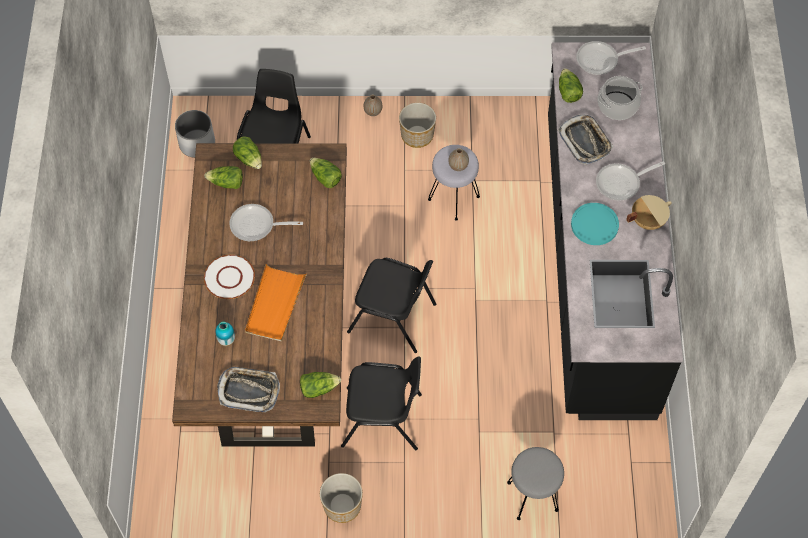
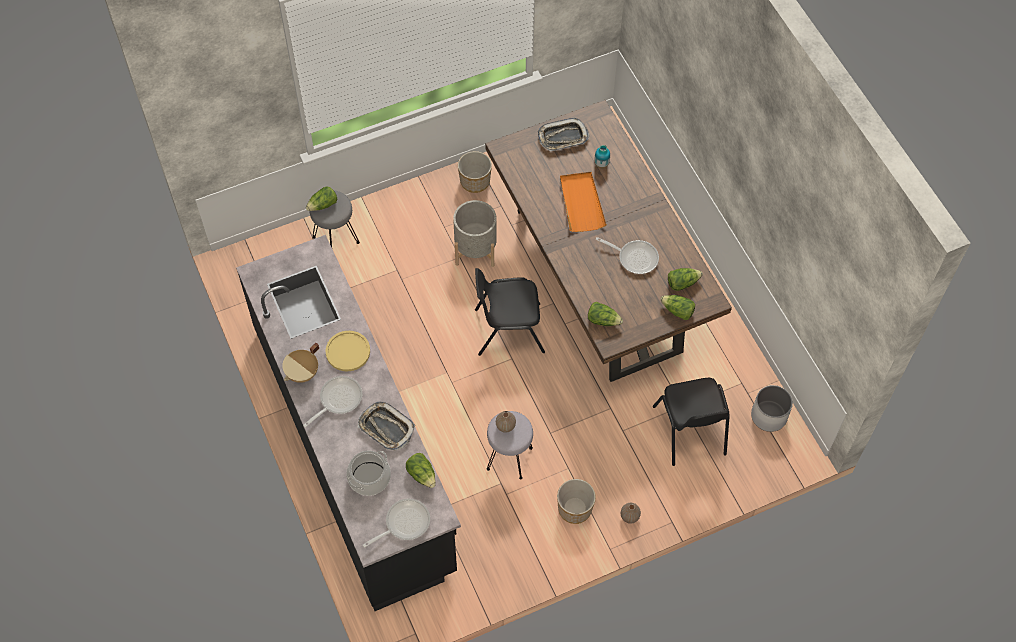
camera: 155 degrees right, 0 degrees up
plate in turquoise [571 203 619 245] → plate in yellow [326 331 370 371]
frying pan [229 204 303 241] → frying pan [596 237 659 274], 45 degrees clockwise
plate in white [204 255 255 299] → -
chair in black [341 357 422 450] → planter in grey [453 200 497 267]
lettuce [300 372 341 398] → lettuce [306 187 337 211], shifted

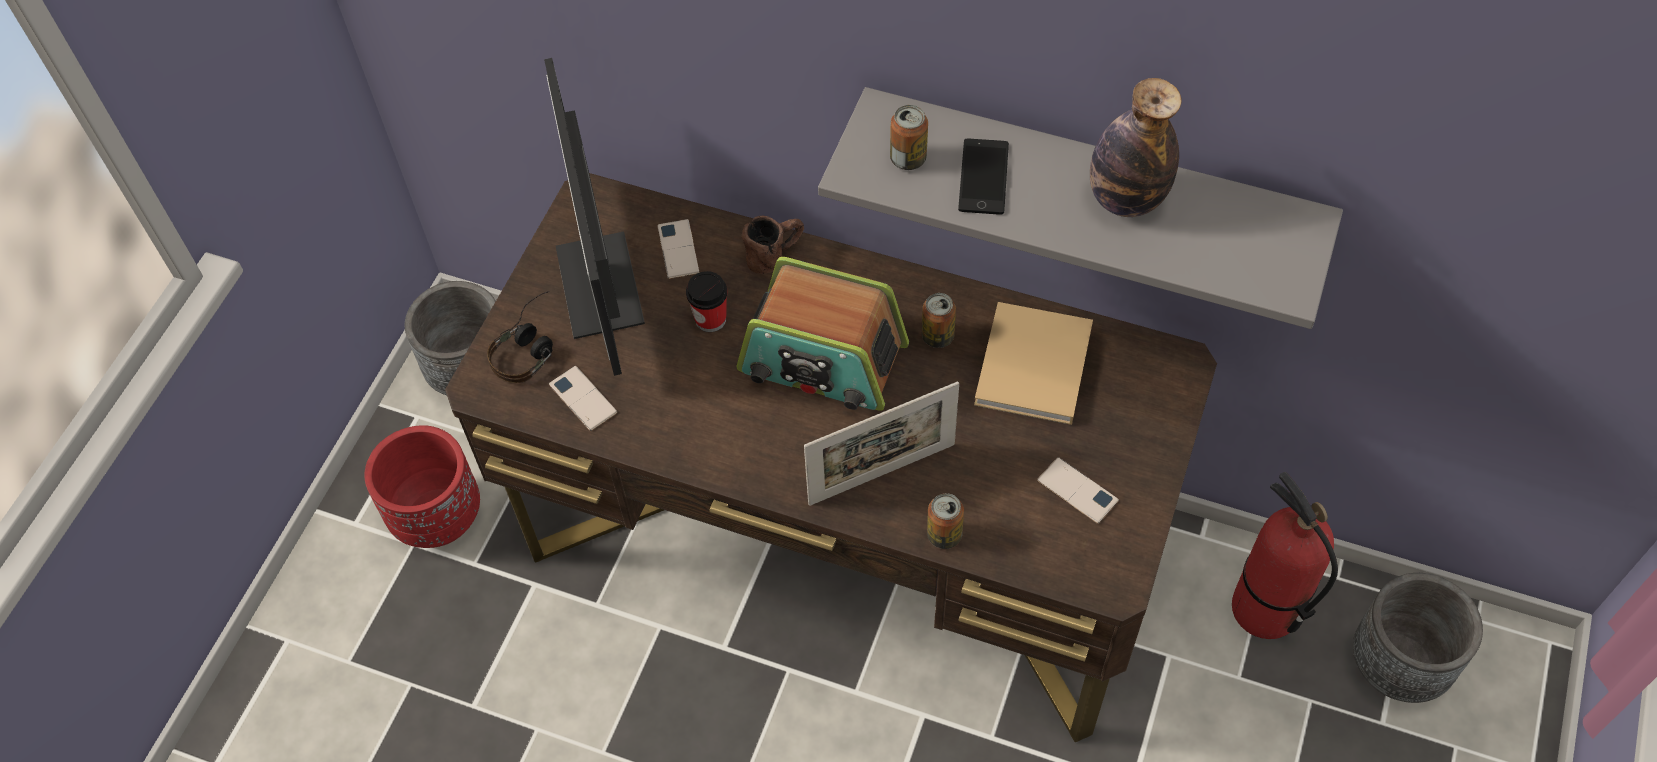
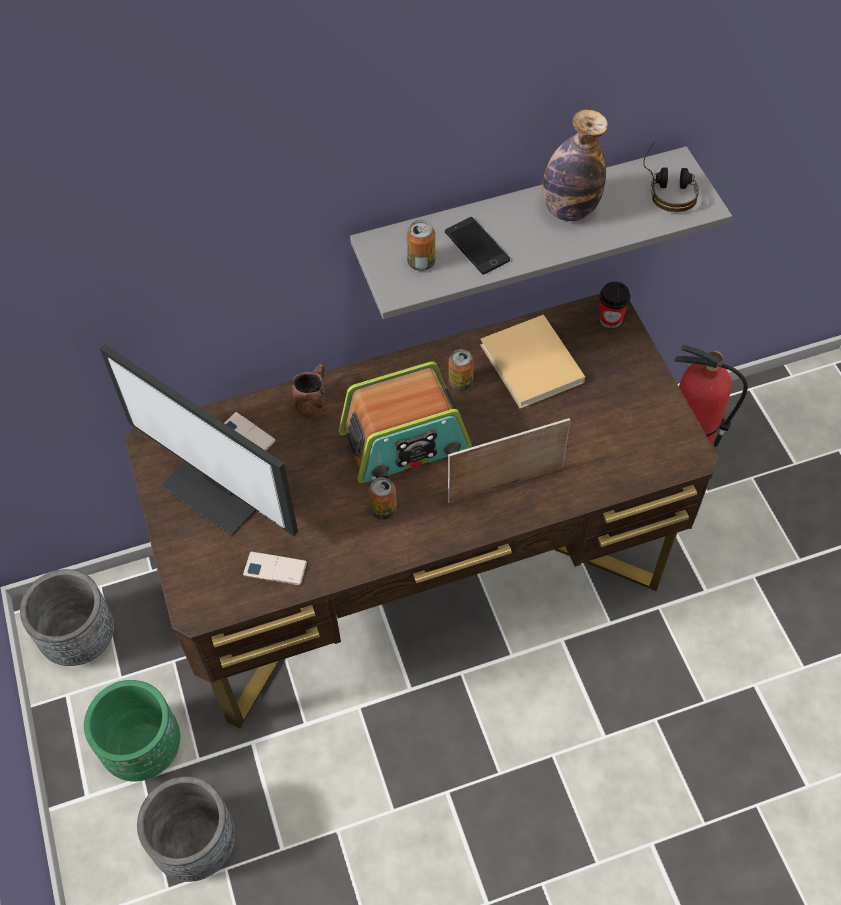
camera: 40 degrees left, 0 degrees up
cup [686 271 727 332] → cup [599 282 630 328], shifted
headphones [487 291 553 383] → headphones [643 141 699 212], shifted
picture frame [804 381 959 506] → picture frame [448 418 570 503], 135 degrees counterclockwise
planter in red [365 425 480 548] → planter in green [84 680 180 781]
phone [1037 457 1119 524] → -
can [927 493 964 549] → can [369 477 397 520], shifted
planter in grey [1353 573 1483 703] → planter in grey [137 776 235 882], shifted

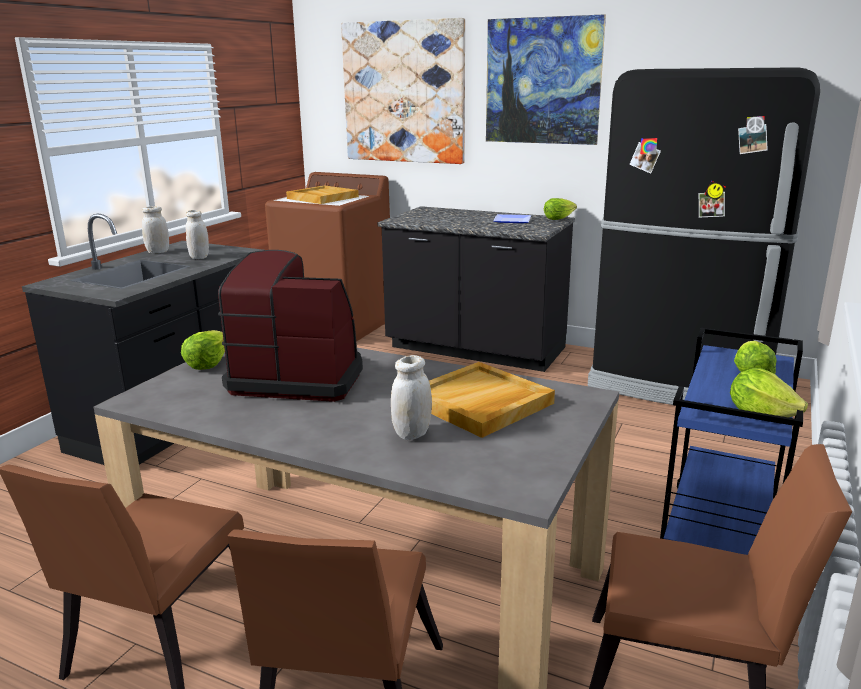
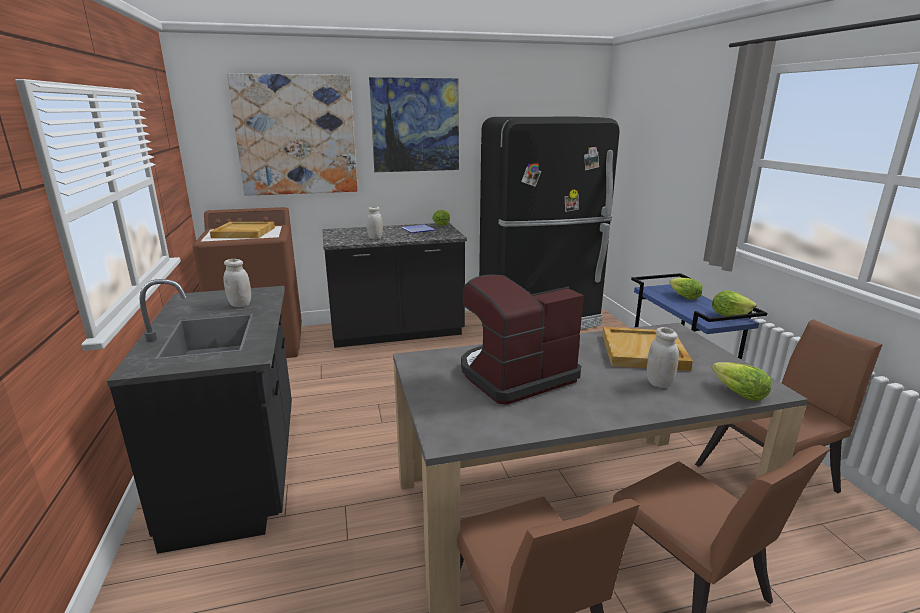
camera: 40 degrees left, 0 degrees up
jar in white [142 206 169 253] → jar in white [367 206 383 239], shifted
lettuce [181 330 225 370] → lettuce [712 362 771 401], shifted

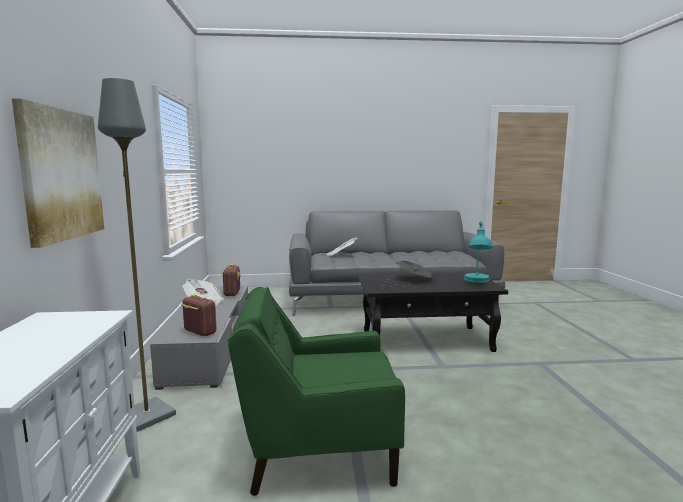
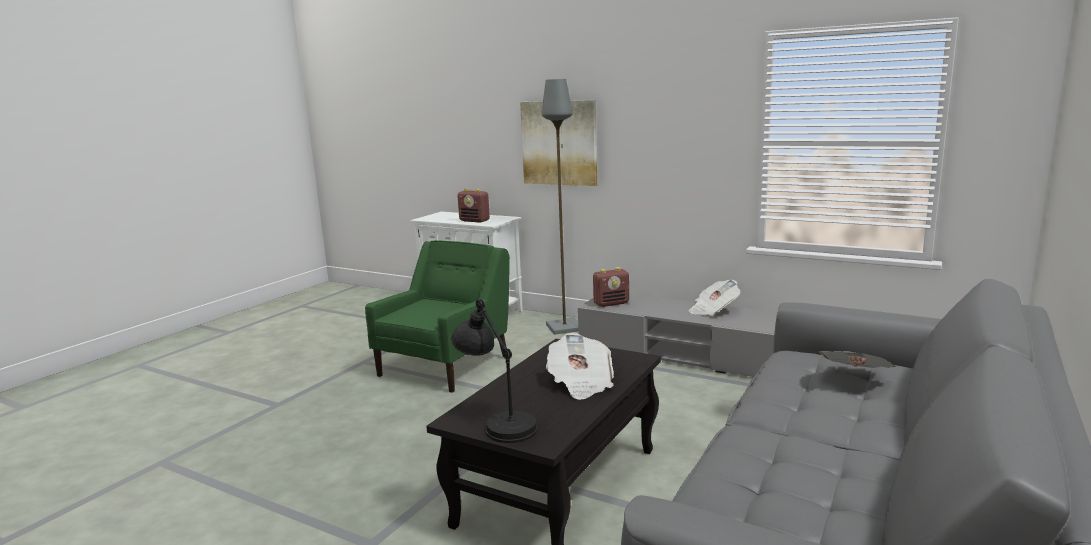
camera: 125 degrees right, 5 degrees up
table lamp in turquoise [464 221 493 283] → table lamp in black [451 299 538 443]
radio [221 264 241 296] → radio [457 188 490 223], shifted

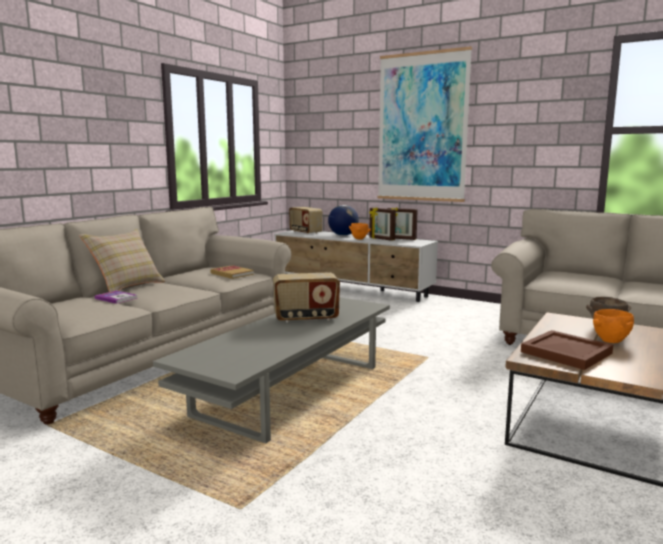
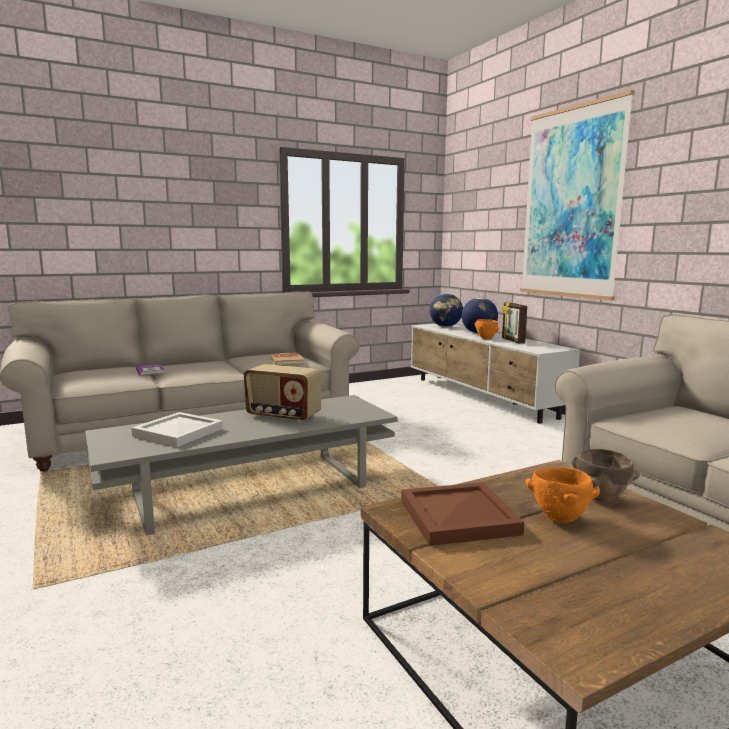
camera: 30 degrees right, 0 degrees up
radio [289 207 322 234] → globe [430 294 463 327]
picture frame [387 208 418 240] → -
pillow in beige [79 229 166 292] → -
- → tray in white [132 412 223 447]

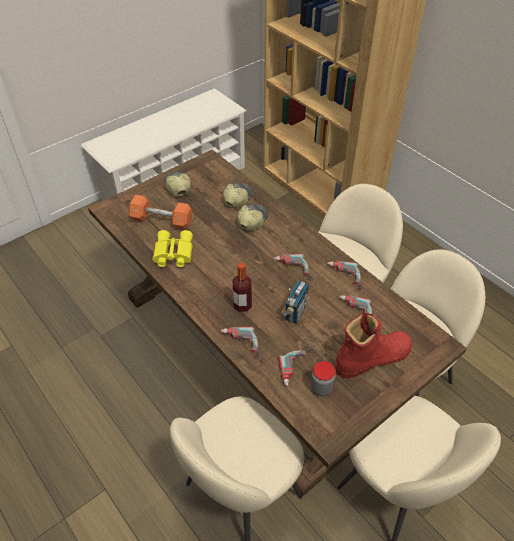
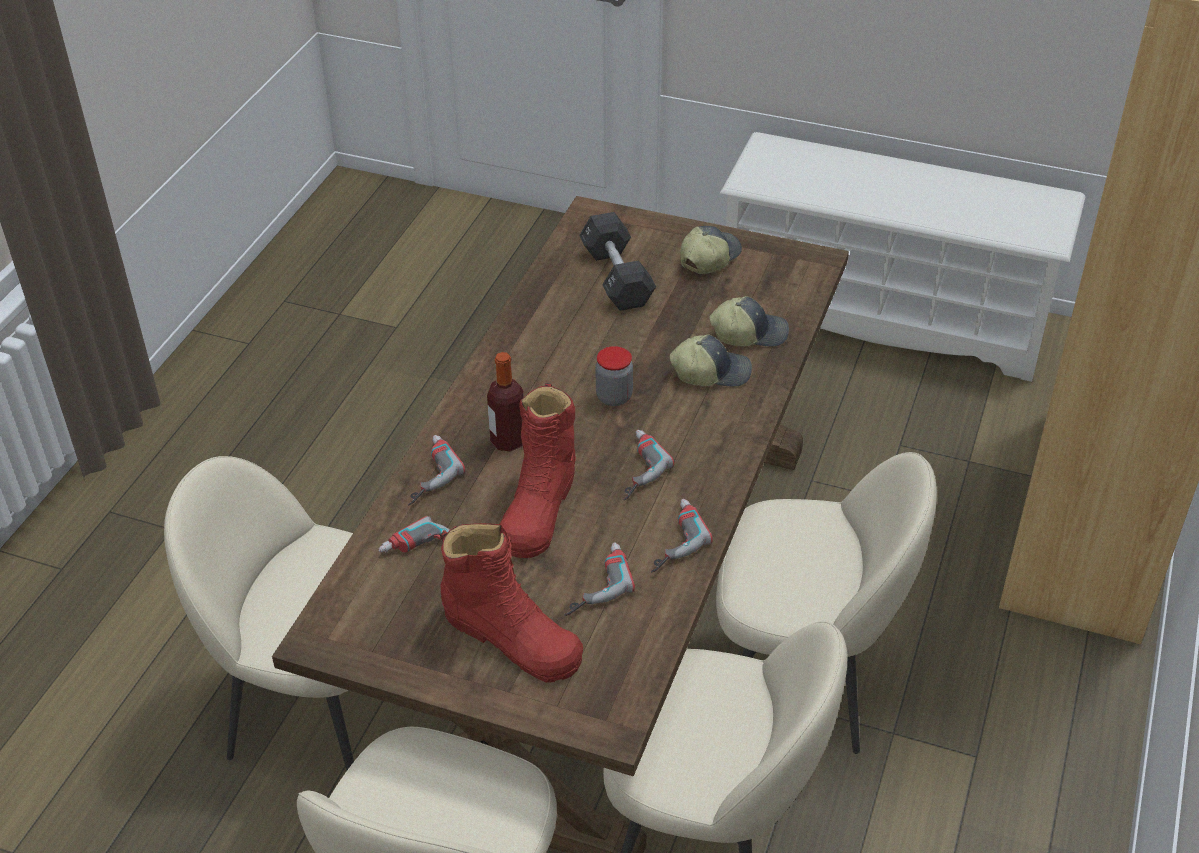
camera: 60 degrees right, 5 degrees down
dumbbell in orange [129 195 193 230] → dumbbell in black [579 212 656 311]
binoculars in yellow [152 230 193 267] → -
radio [281 281 309 324] → boot in red [499 383 576 558]
jar [310 361 336 396] → jar [595 346 633 406], shifted

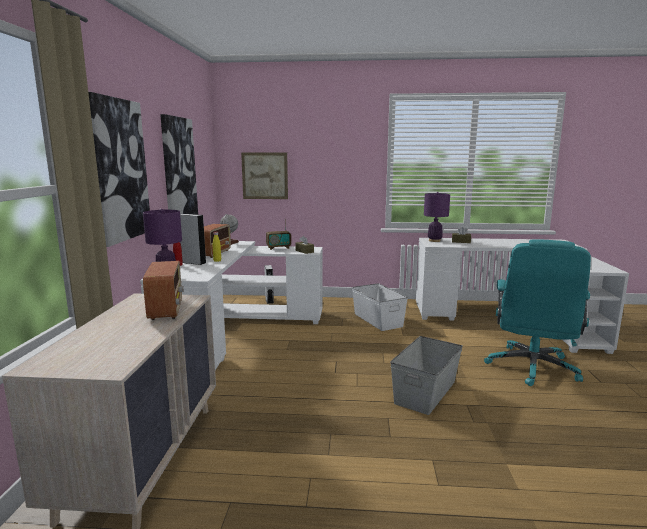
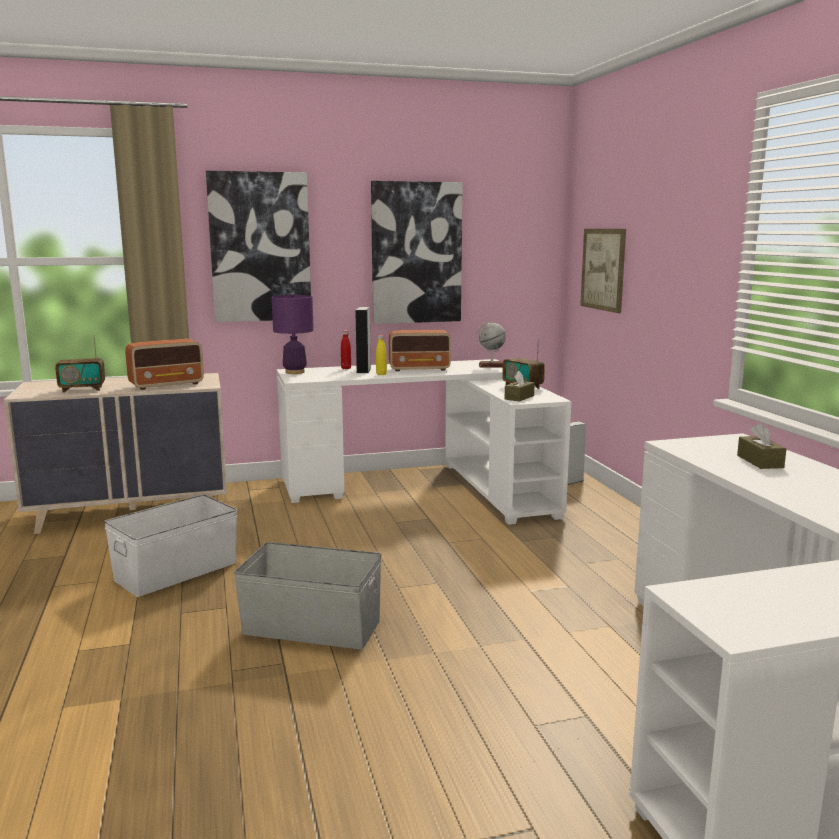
camera: 70 degrees right, 0 degrees up
table lamp in purple [424 192 450 242] → -
office chair in turquoise [484 239 591 386] → -
storage box in white [352 283 408 331] → storage box in white [104 494 238 597], shifted
- → radio [55 335 105 393]

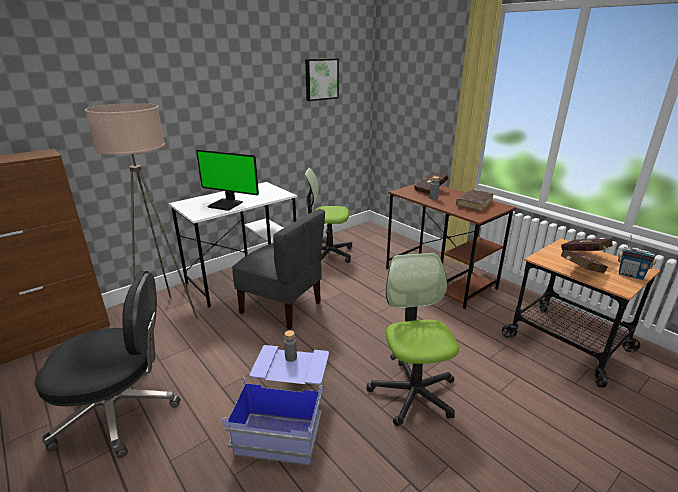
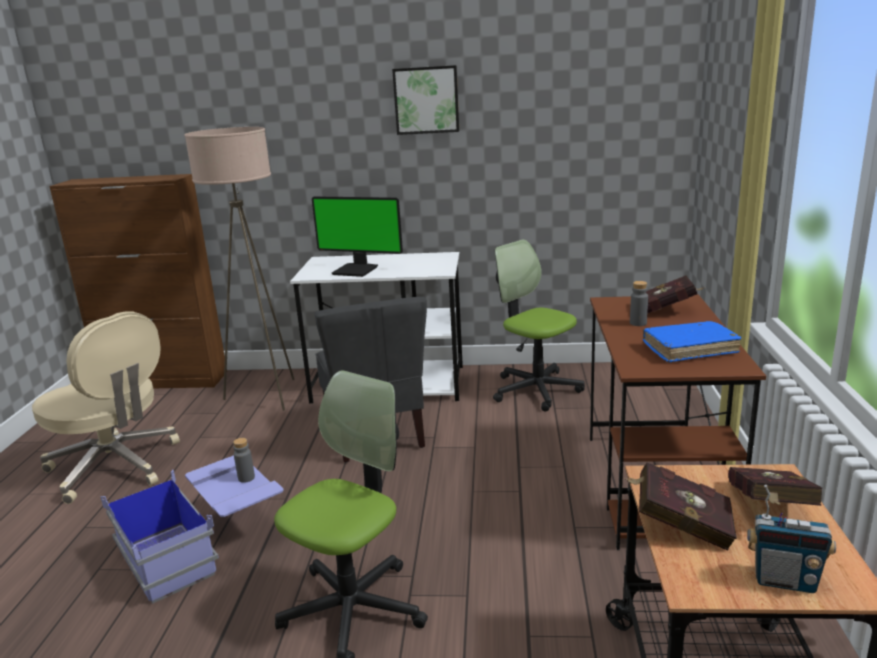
camera: 45 degrees right, 5 degrees down
picture [305 58 339 101] → picture [392 65 459 135], shifted
monitor [196 150 259 211] → monitor [312 196 403 277], 45 degrees counterclockwise
book in brown [456 190 494 211] → book in blue [643 321 741 362]
radio [618 235 656 280] → radio [747 485 836 593], 60 degrees counterclockwise
office chair in black [35 271 181 458] → office chair in beige [32 311 180 504]

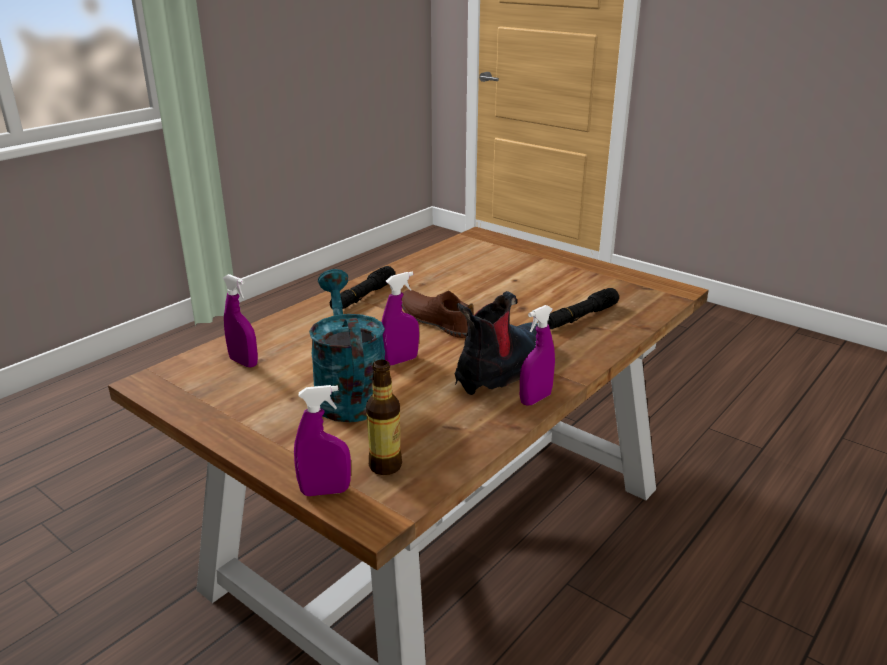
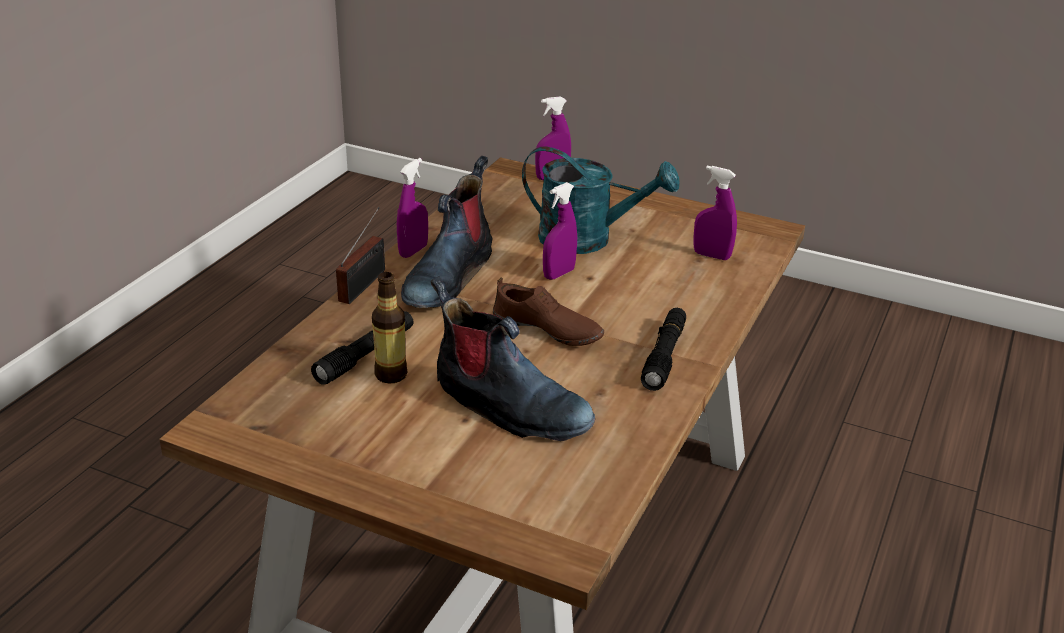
camera: 165 degrees right, 5 degrees up
watering can in turquoise [309 269 385 422] → watering can in turquoise [522 146 679 254], 45 degrees counterclockwise
bottle [366 360 402 475] → bottle [372 272 408 383], shifted
- → radio [336 207 385 304]
- → boot [431 276 595 441]

